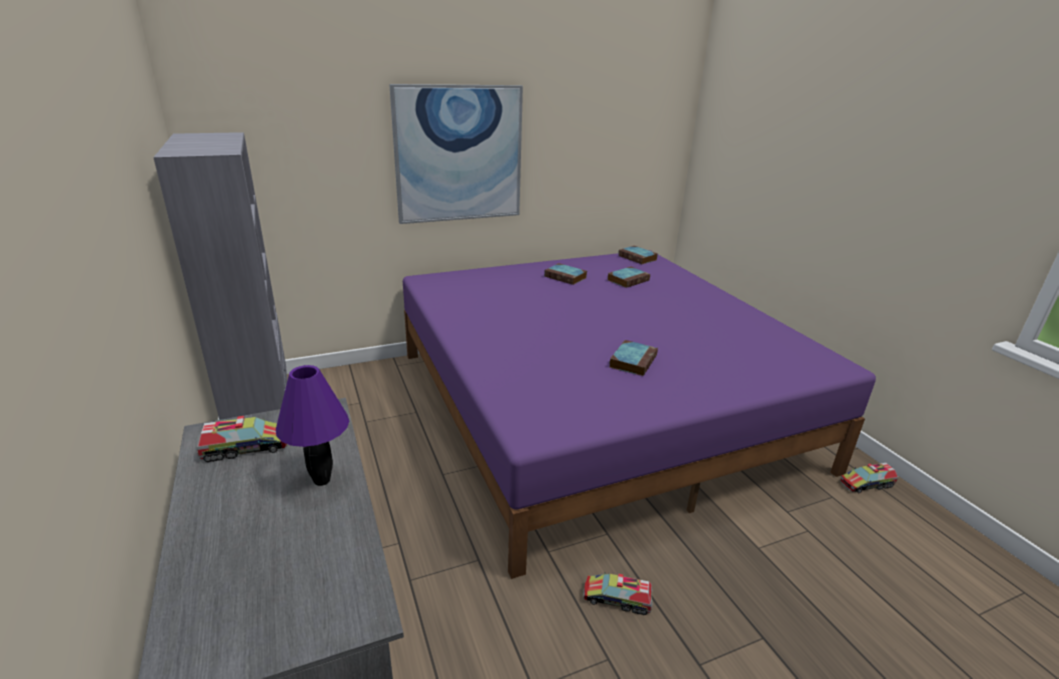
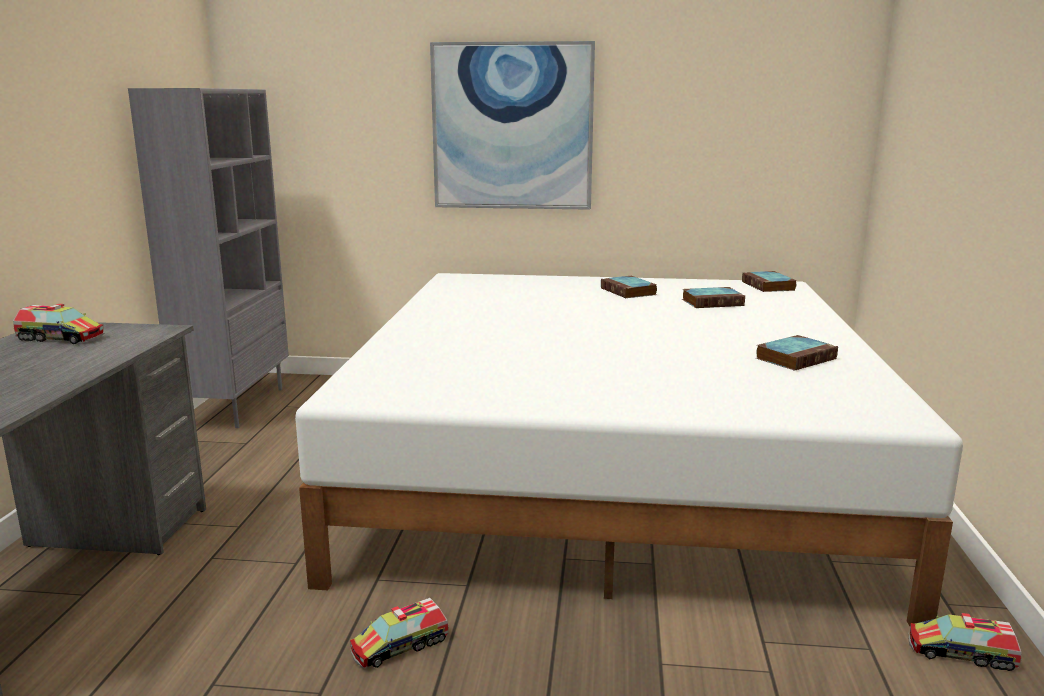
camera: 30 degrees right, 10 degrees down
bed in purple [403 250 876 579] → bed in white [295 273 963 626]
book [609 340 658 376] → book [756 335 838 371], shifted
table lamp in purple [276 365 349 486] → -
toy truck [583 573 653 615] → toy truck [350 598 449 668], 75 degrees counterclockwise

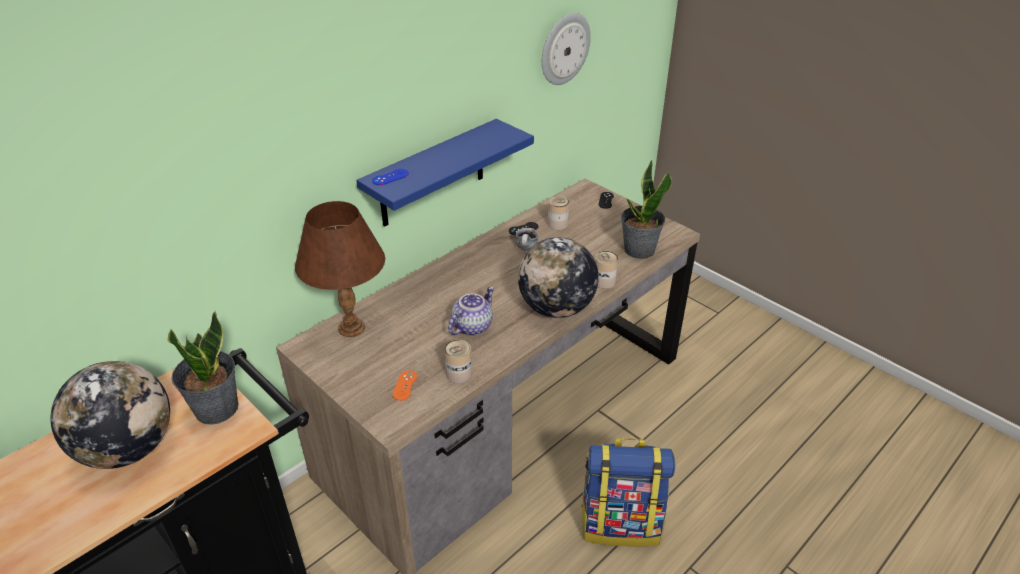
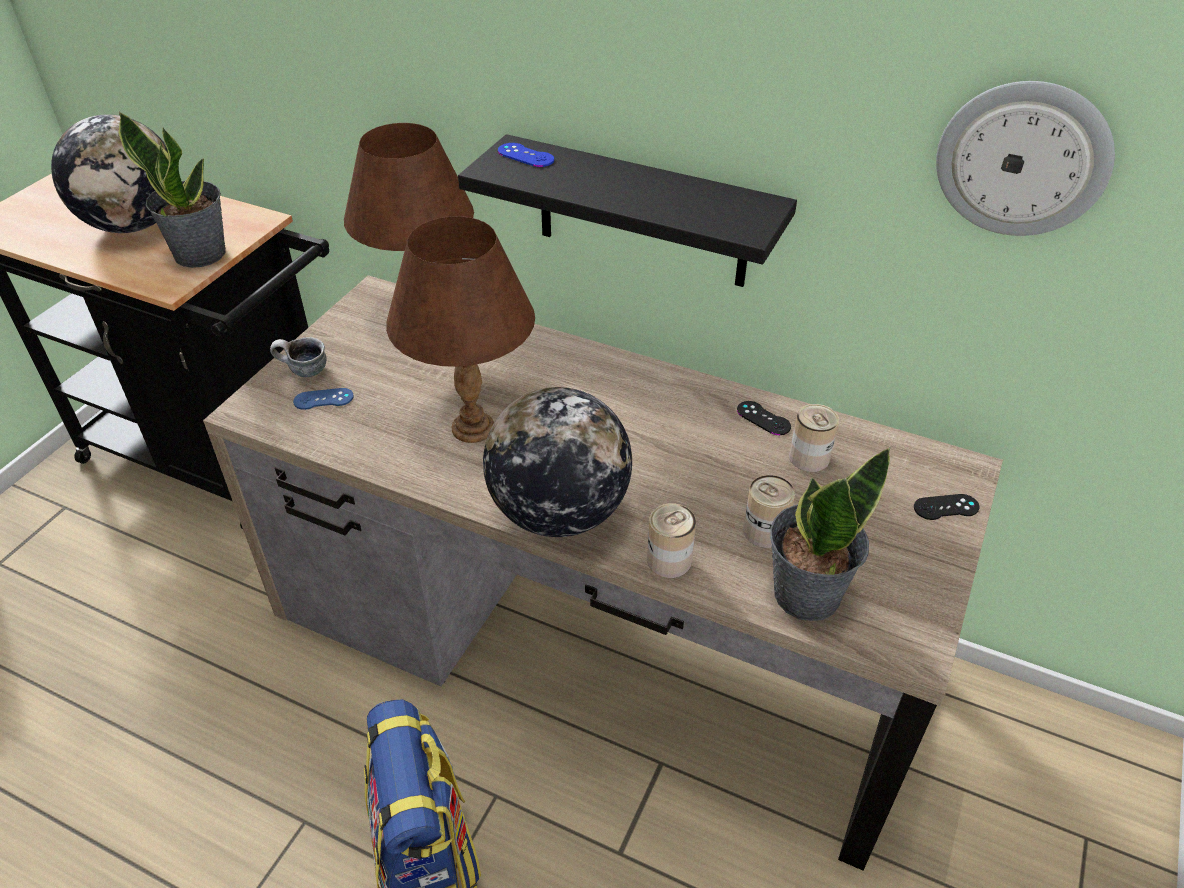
camera: 70 degrees right, 5 degrees up
shelf in blue [356 119 534 227] → shelf in black [458 134 797 287]
mug [516 228 539 250] → mug [270 337 327 377], shifted
teapot [448 287 494 335] → table lamp in brown [386 216 535 443]
can [444 340 472 383] → can [743 475 795 548], shifted
game controller in orange [392 371 417 401] → game controller in blue [293 388 354 410]

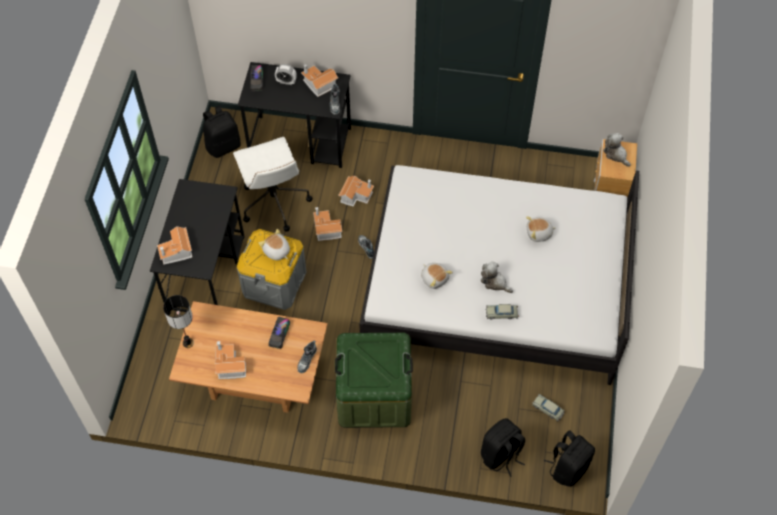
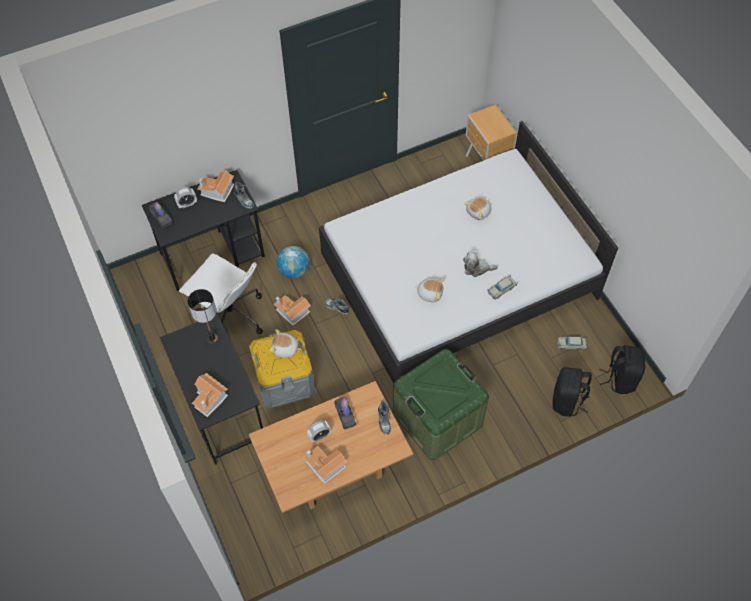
camera: 35 degrees left, 0 degrees up
backpack in black [203 105 241 158] → -
plush toy [603 133 631 167] → -
toy house [338 176 374 207] → globe [277 246 309 279]
table lamp [163 295 194 348] → table lamp [188 289 218 343], shifted
- → alarm clock [307 420 331 443]

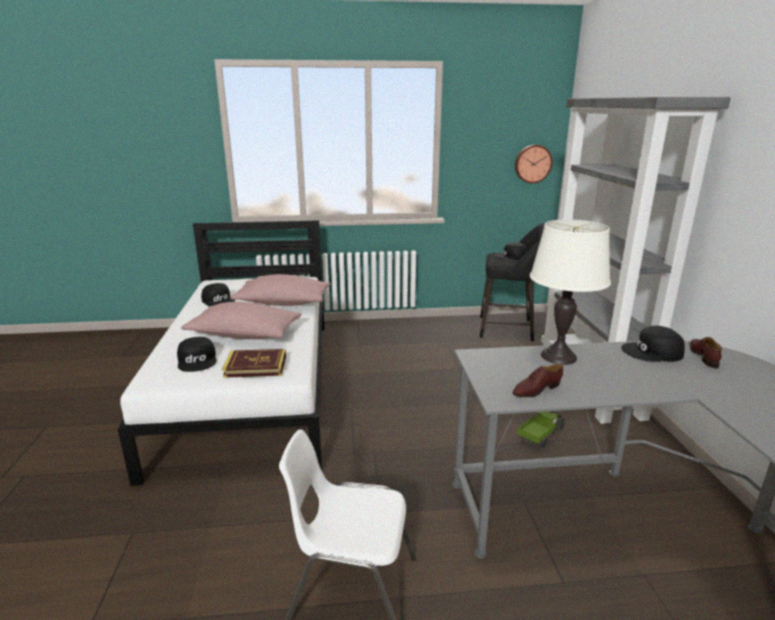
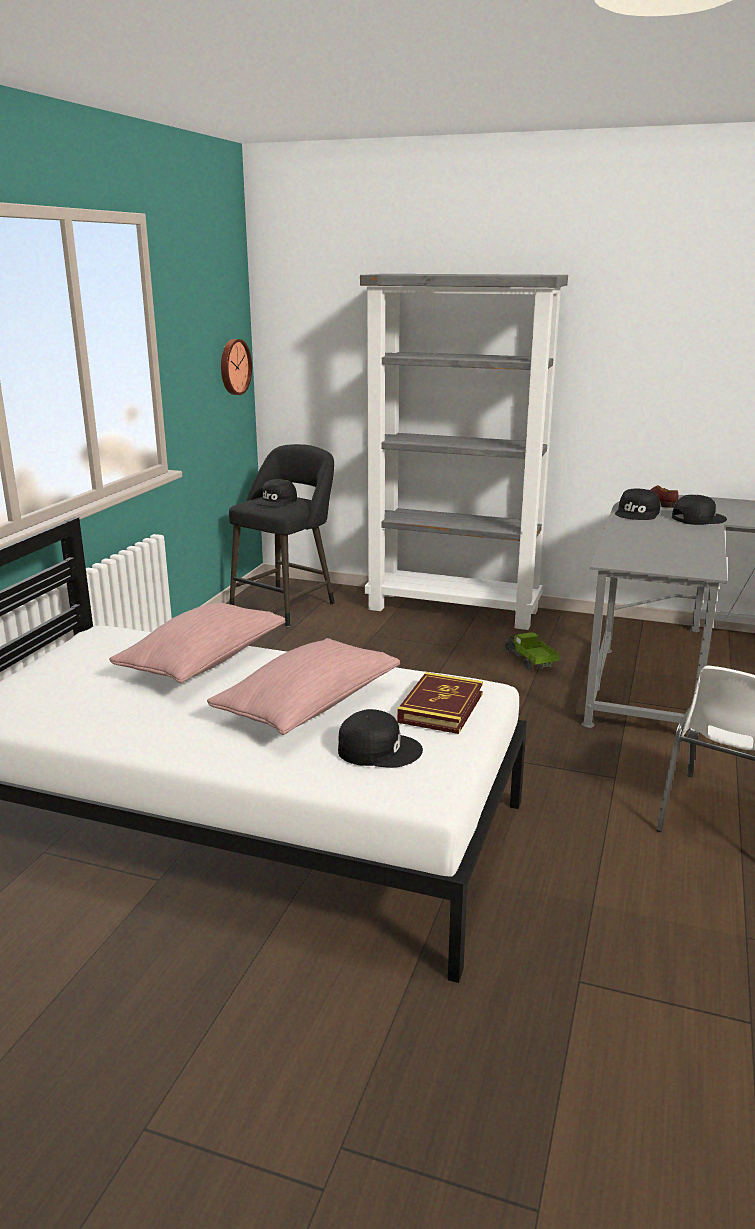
camera: 65 degrees left, 0 degrees up
table lamp in white [530 219 611 365] → -
cap in black [201 283 235 306] → cap in black [672 495 727 525], shifted
shoe in brown [513 364 563 397] → -

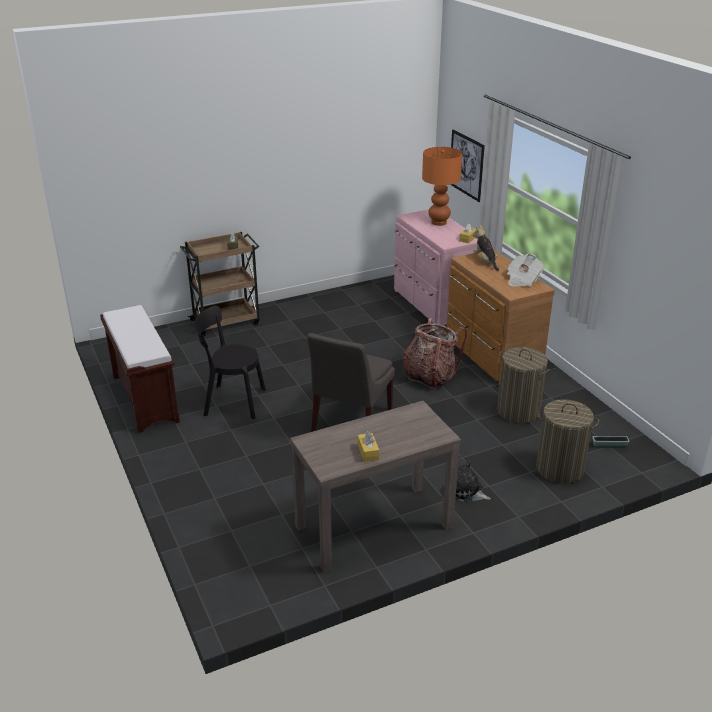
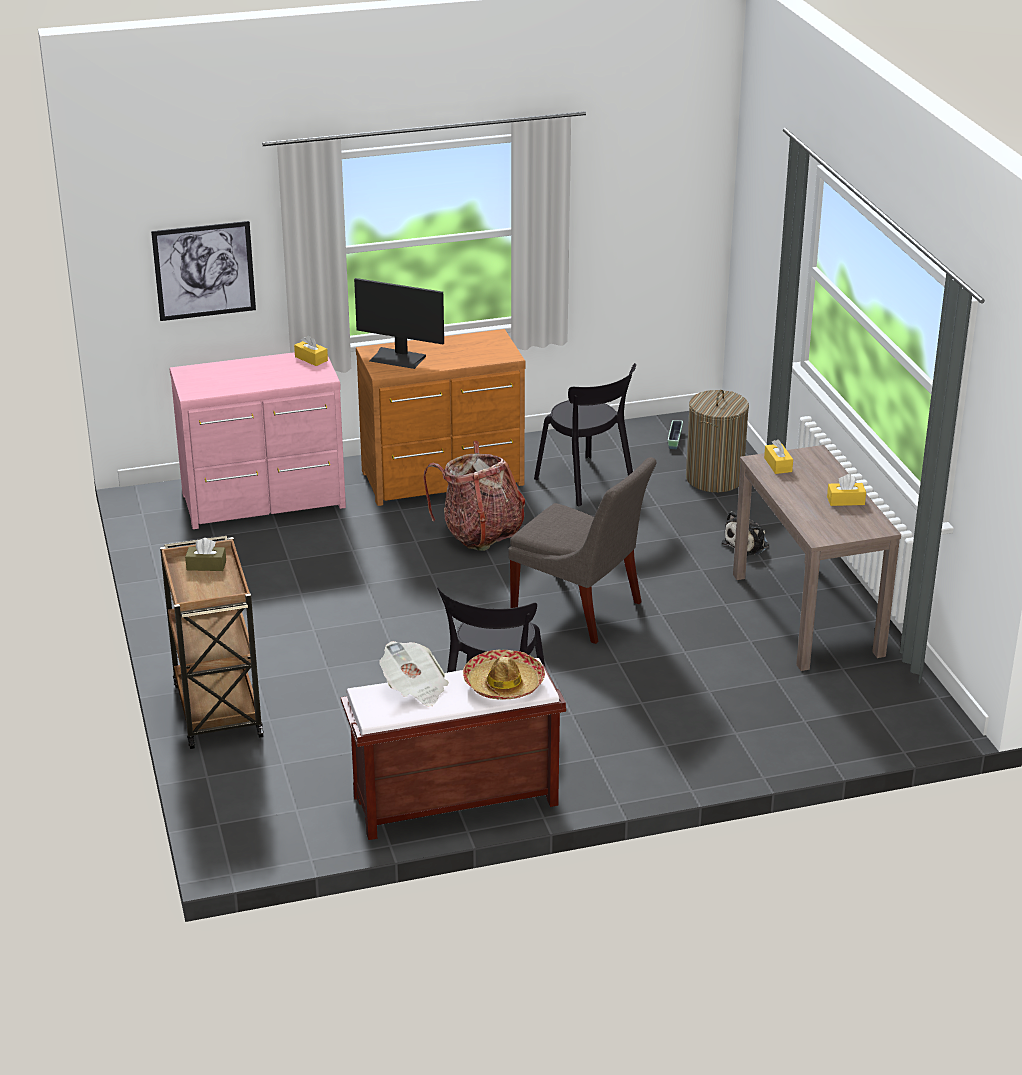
camera: 80 degrees left, 0 degrees up
table lamp in orange [422 147 462 226] → -
plush toy [473 225 499 271] → monitor [354 278 444 369]
newspaper [507 254 544 286] → newspaper [379 641 449 706], shifted
laundry basket [497 347 550 423] → chair in black [534 363 636 506]
- → tissue box in yellow [764 439 793 474]
- → hat [463 650 545 700]

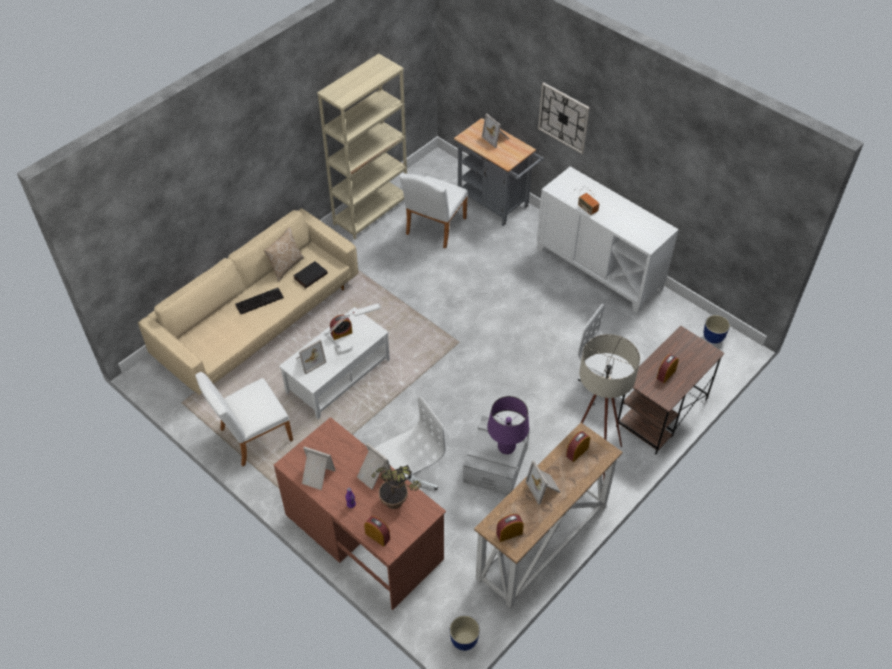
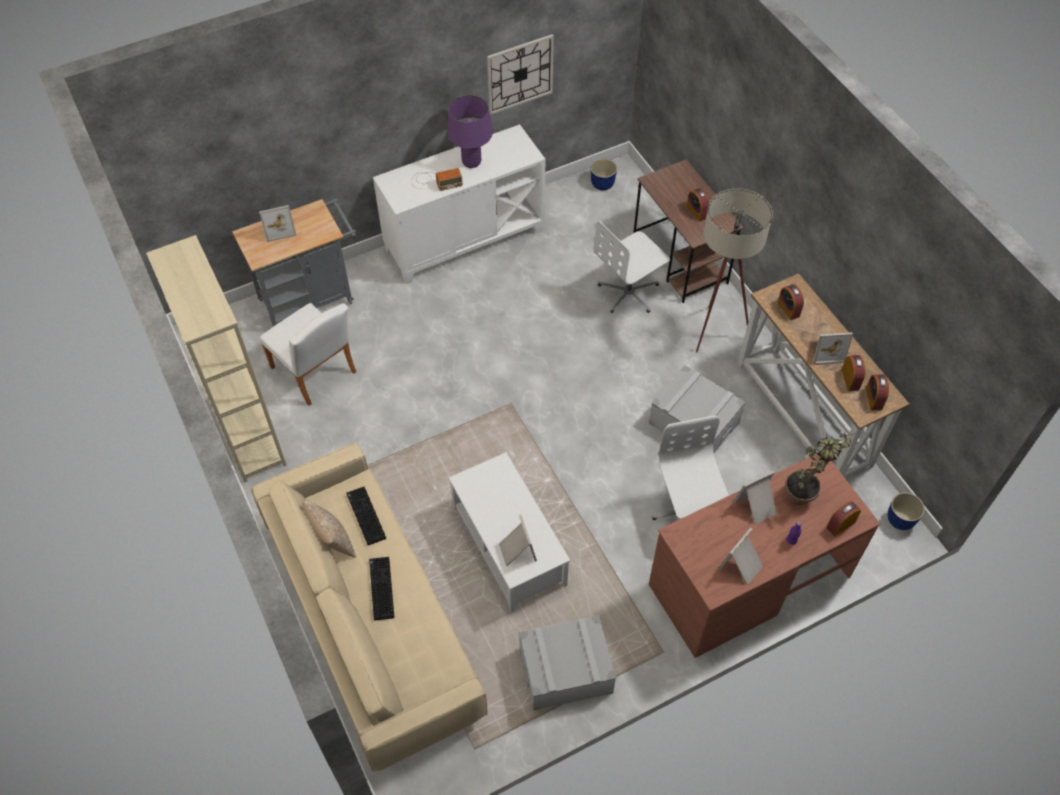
camera: 70 degrees left, 5 degrees up
wall clock [538 82 590 154] → wall clock [487 34 554 115], shifted
book in black [293 261 328 289] → keyboard [346 487 386 545]
table lamp in white [324 303 381 355] → -
alarm clock [330 315 352 340] → alarm clock [842 355 865 391], shifted
chair in white [195 372 293 467] → storage box in grey [519 615 616 710]
table lamp in purple [487 396 529 455] → table lamp in purple [447 95 493 168], shifted

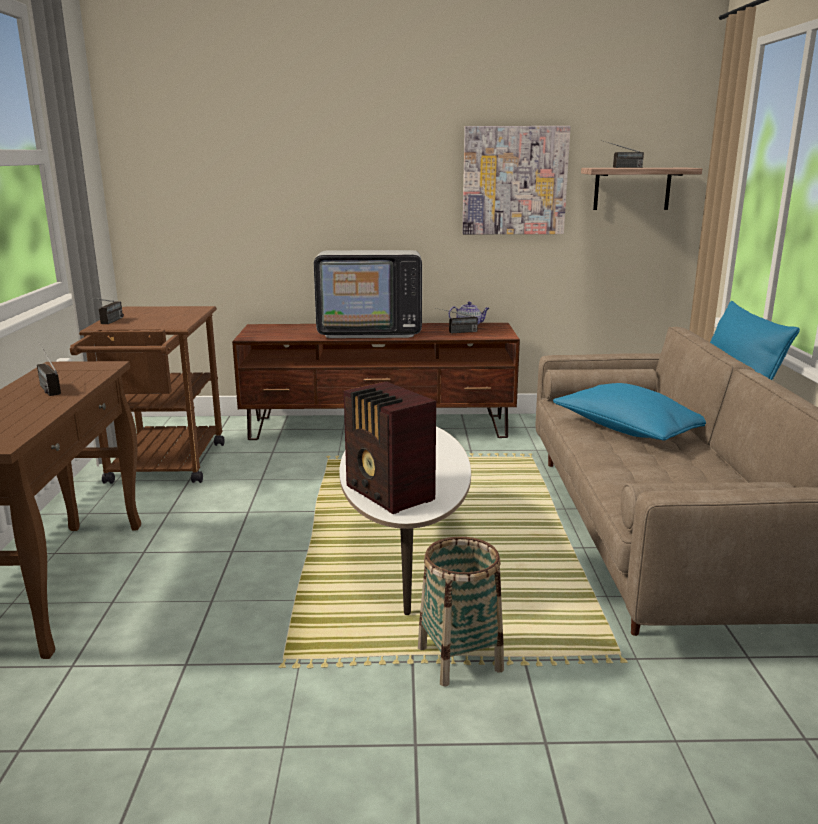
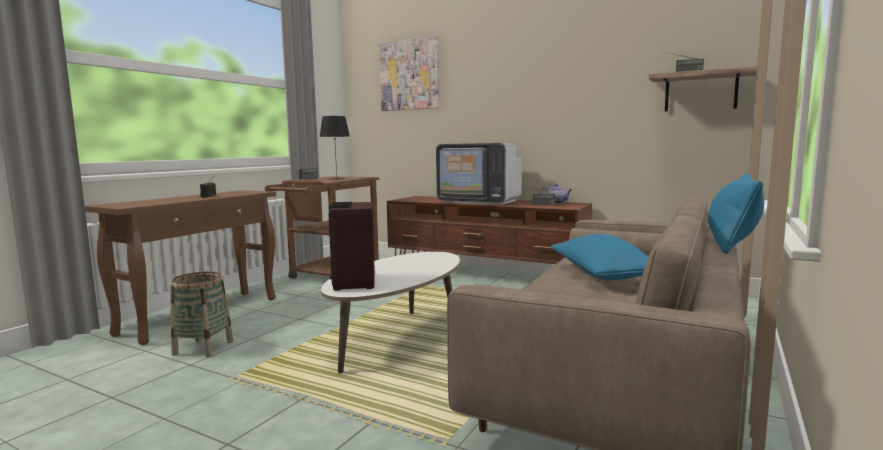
camera: 30 degrees right, 10 degrees down
picture [462 126 571 234] → picture [379 36 440 111], shifted
basket [418 537 504 686] → basket [171 272 233 358], shifted
- → table lamp in black [319 116 350 180]

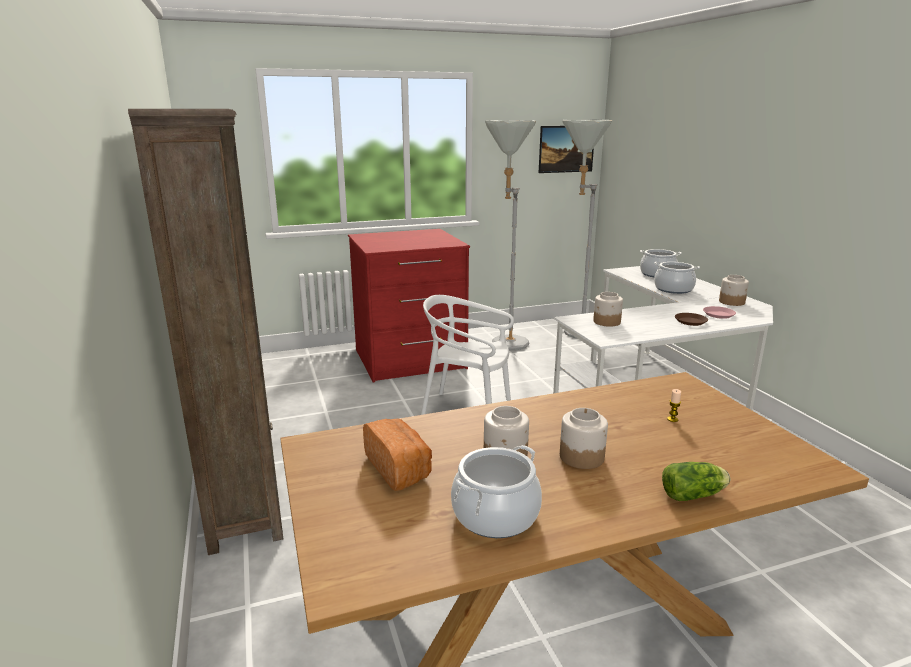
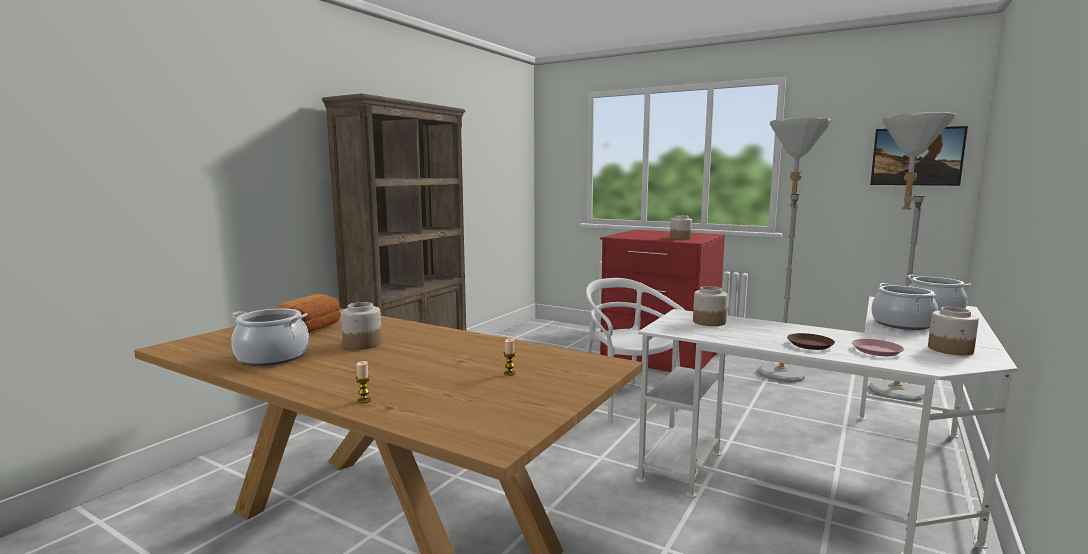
camera: 50 degrees right, 10 degrees down
jar [560 408 608 469] → jar [670 215 692 240], shifted
lettuce [662 462 730 501] → candle [356 361 371 404]

